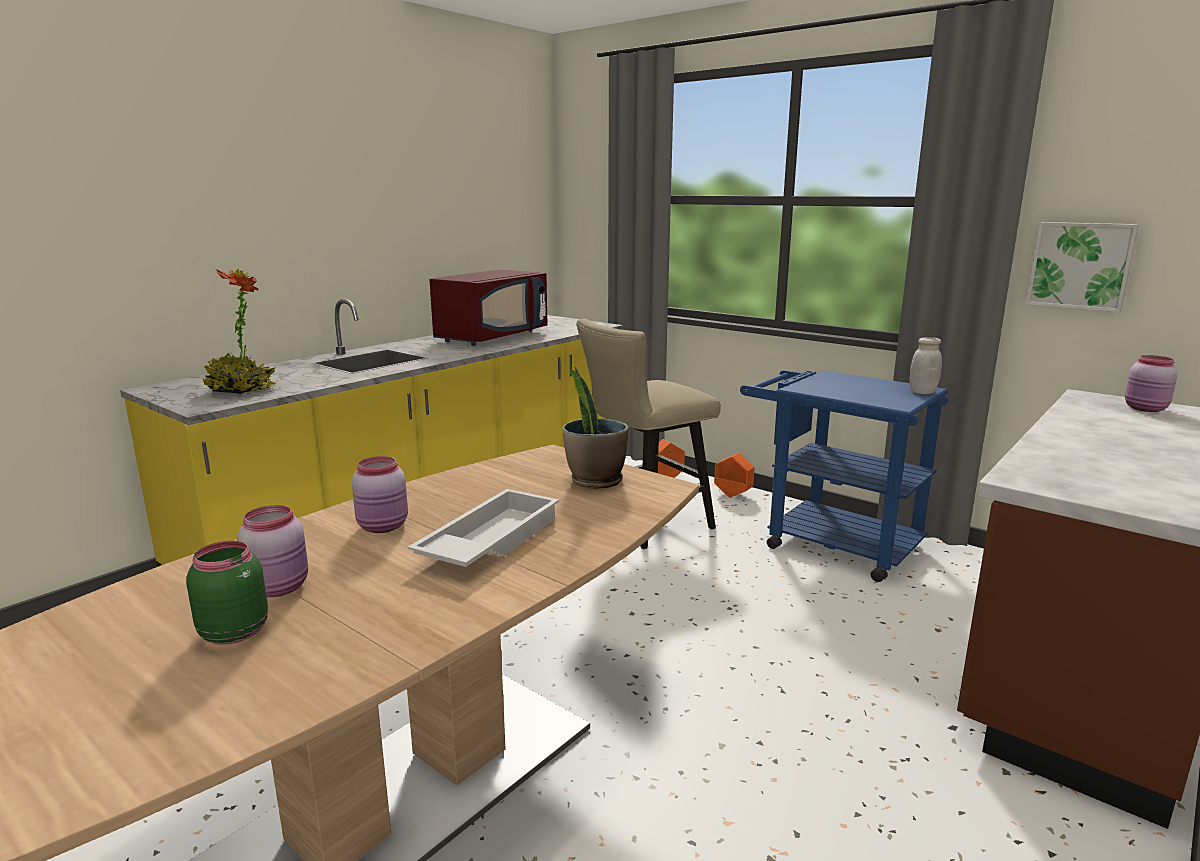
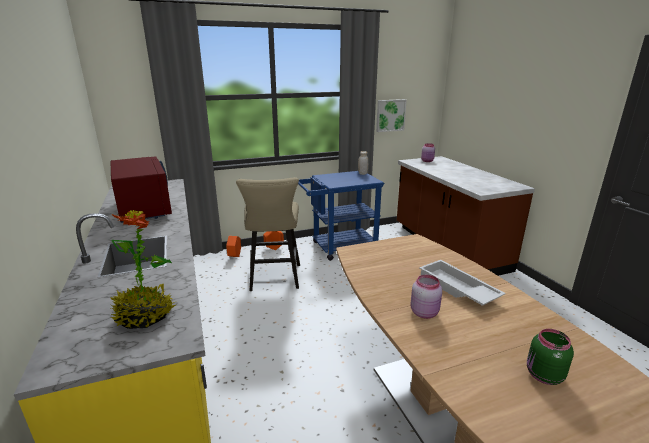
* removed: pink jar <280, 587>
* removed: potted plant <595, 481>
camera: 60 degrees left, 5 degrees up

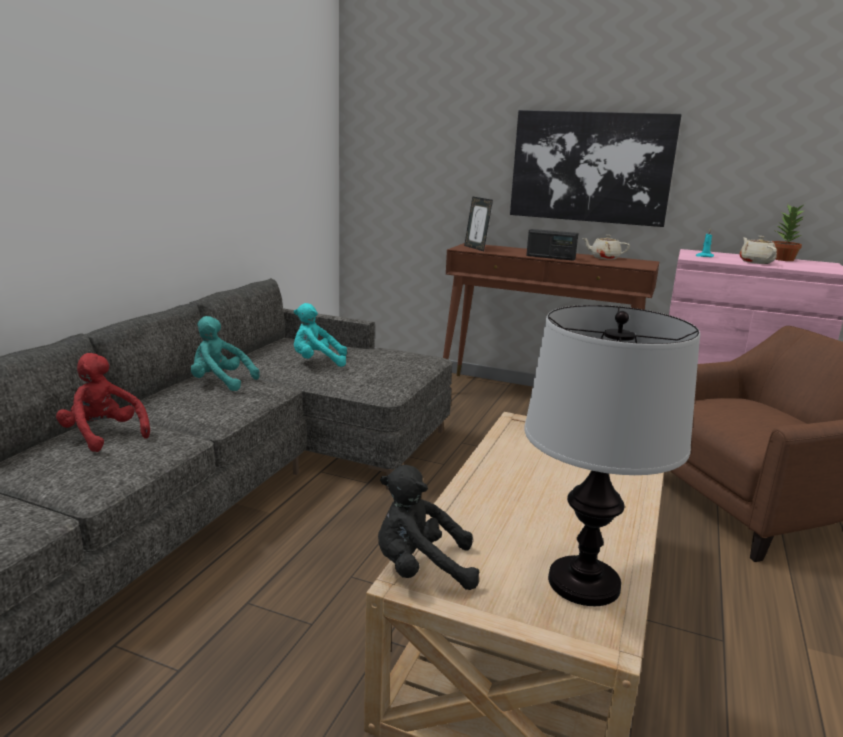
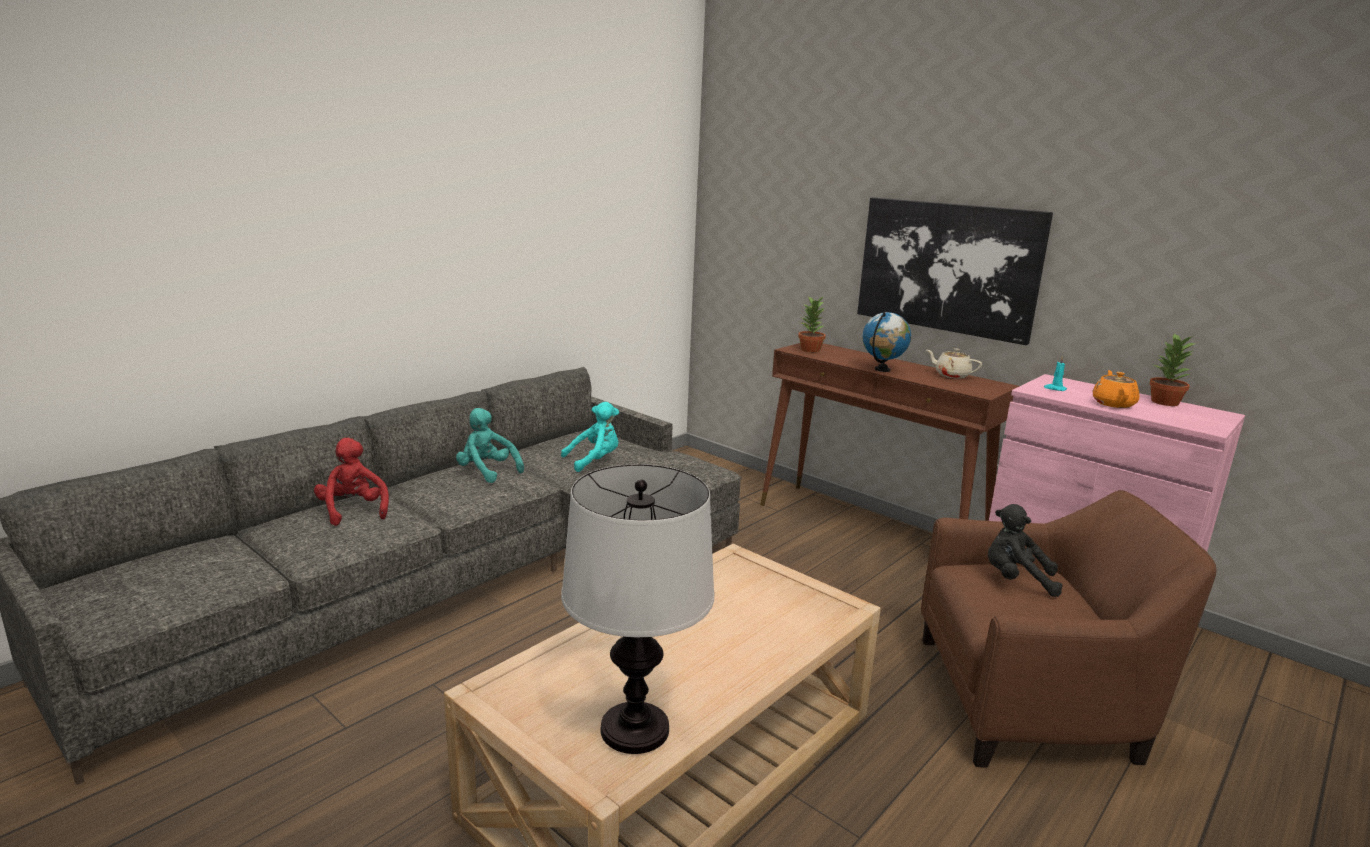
* turned: turquoise plush toy <317, 362> = <594, 461> 135 degrees clockwise
* moved: black plush toy <421, 569> to <1016, 580>
* replaced: picture frame <476, 248> to potted plant <810, 350>
* replaced: radio <550, 257> to globe <882, 370>
* recoloured: beige teapot <755, 262> to orange teapot <1113, 403>
camera: 20 degrees right, 0 degrees up

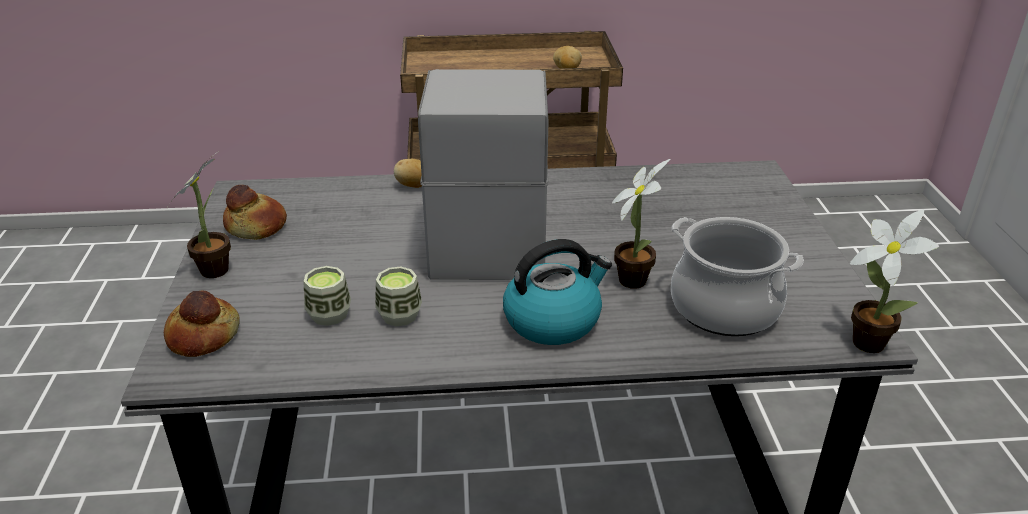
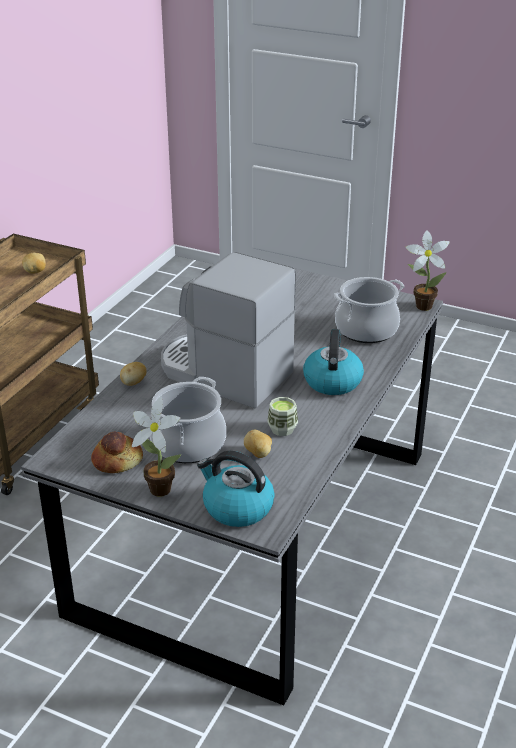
* replaced: bread <203, 335> to kettle <236, 507>
* replaced: cup <329, 315> to potato <258, 454>
* removed: potted plant <634, 277>
* added: cooking pot <188, 444>
camera: 60 degrees left, 0 degrees up

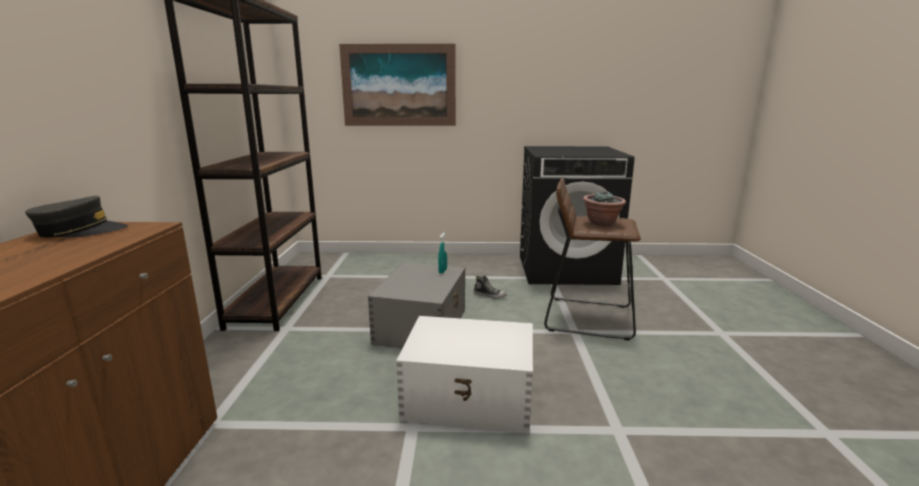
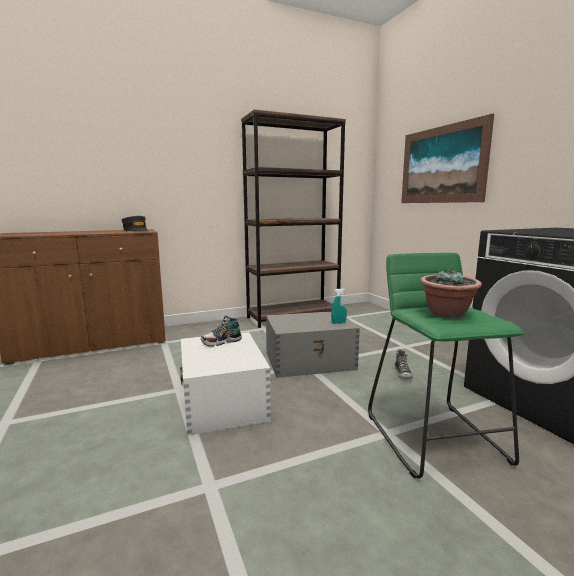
* recoloured: brown stool <588, 317> to green stool <436, 438>
* added: shoe <222, 342>
camera: 65 degrees right, 5 degrees down

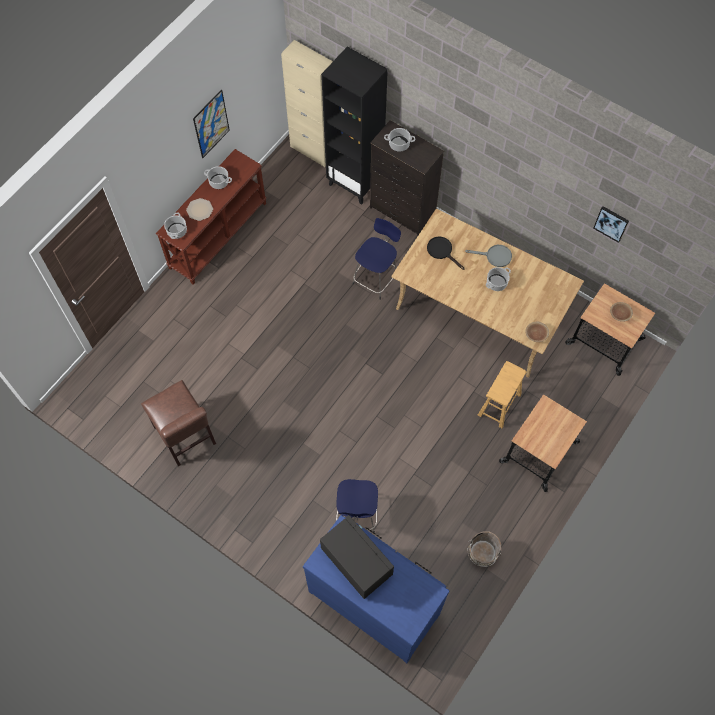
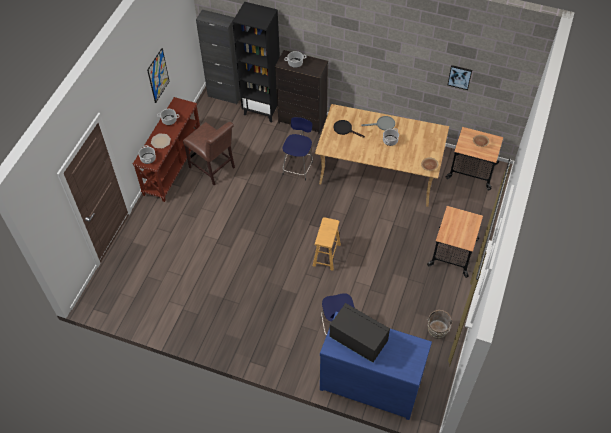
* moved: brown chair <186, 438> to <213, 169>
* recoloured: beige cabinet <313, 150> to black cabinet <225, 95>
* moved: brown stool <499, 405> to <326, 255>
camera: 15 degrees left, 10 degrees down

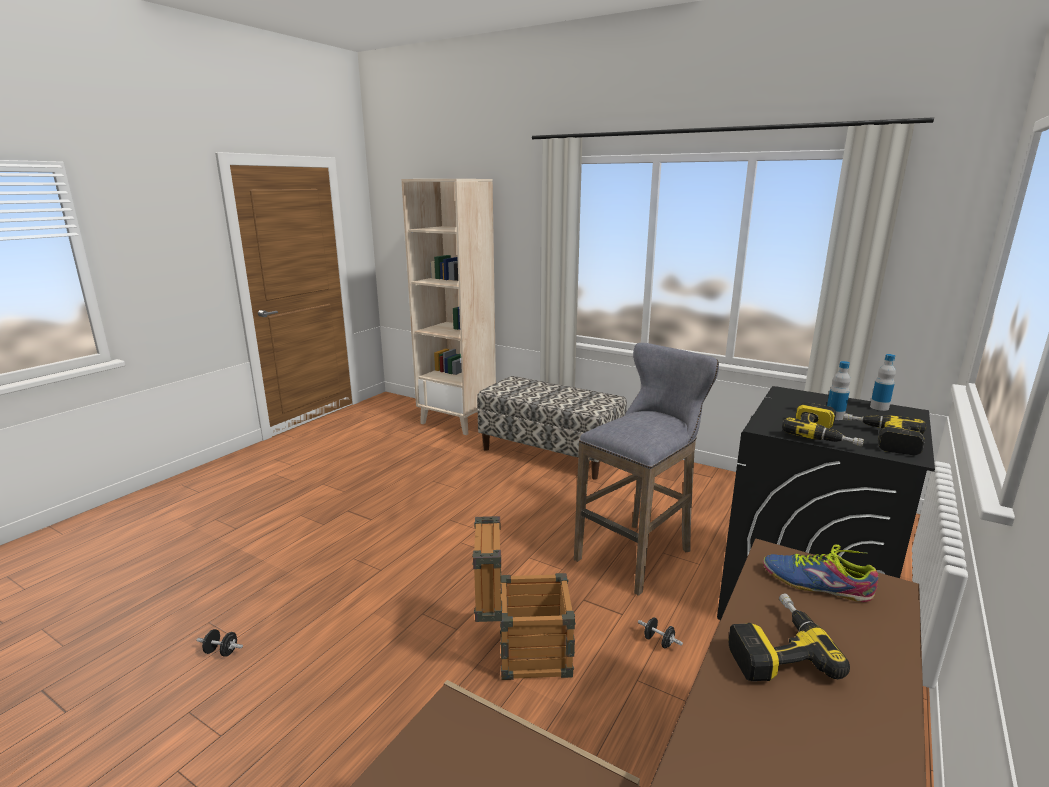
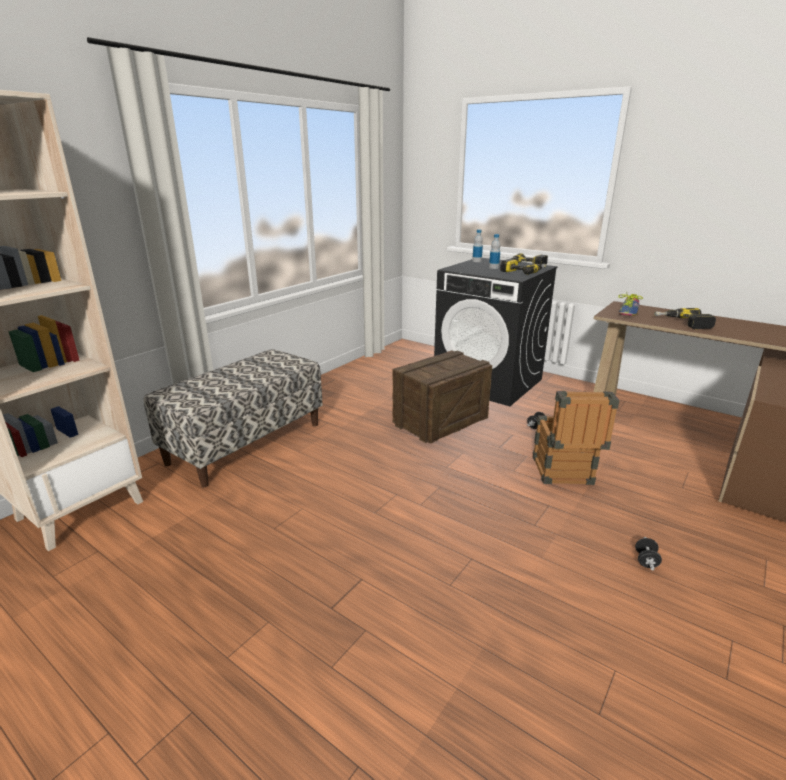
* moved: black dumbbell <221, 652> to <646, 561>
* replaced: grey stool <637, 553> to crate <440, 420>
camera: 85 degrees left, 5 degrees up

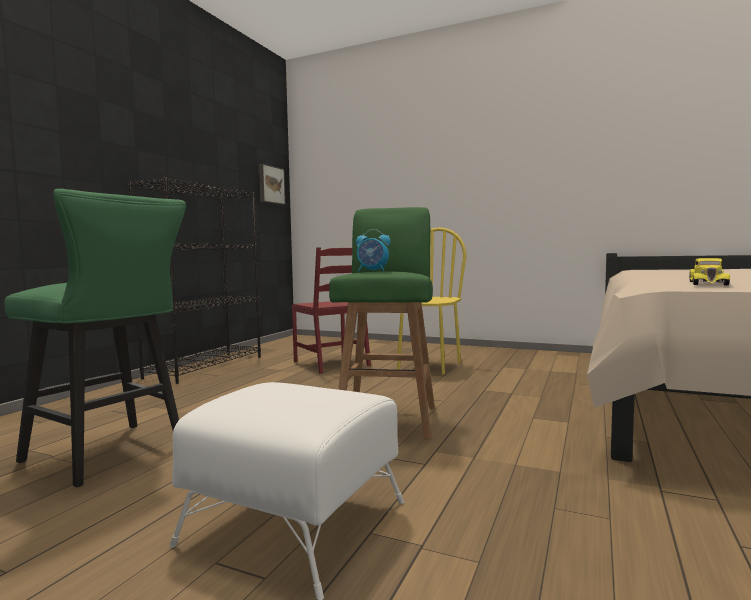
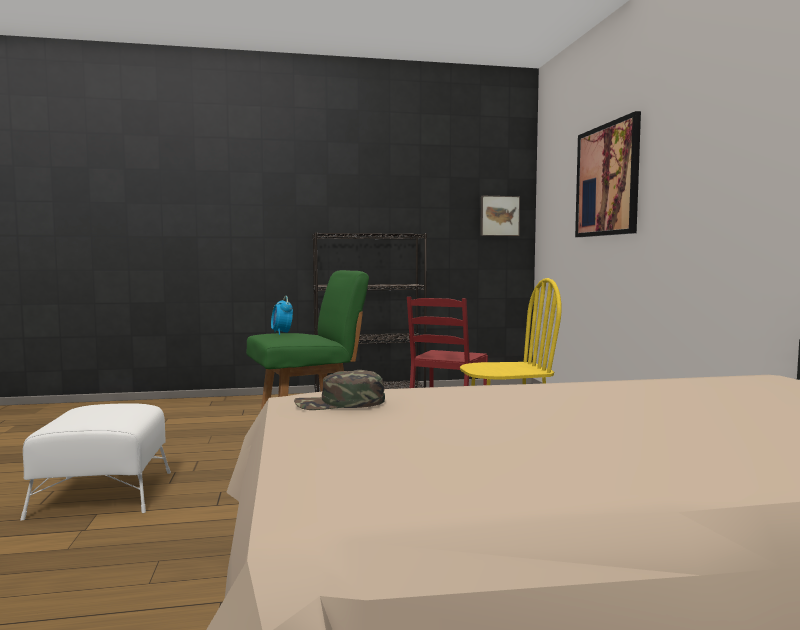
* removed: green stool <112, 455>
* replaced: yellow toy car <707, 283> to green cap <340, 403>
* added: picture <607, 180>
camera: 55 degrees right, 0 degrees up

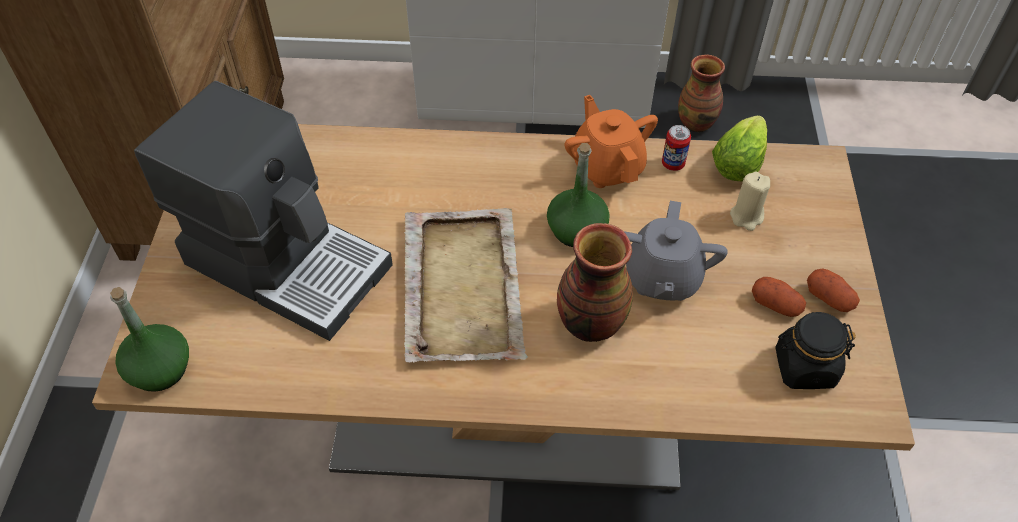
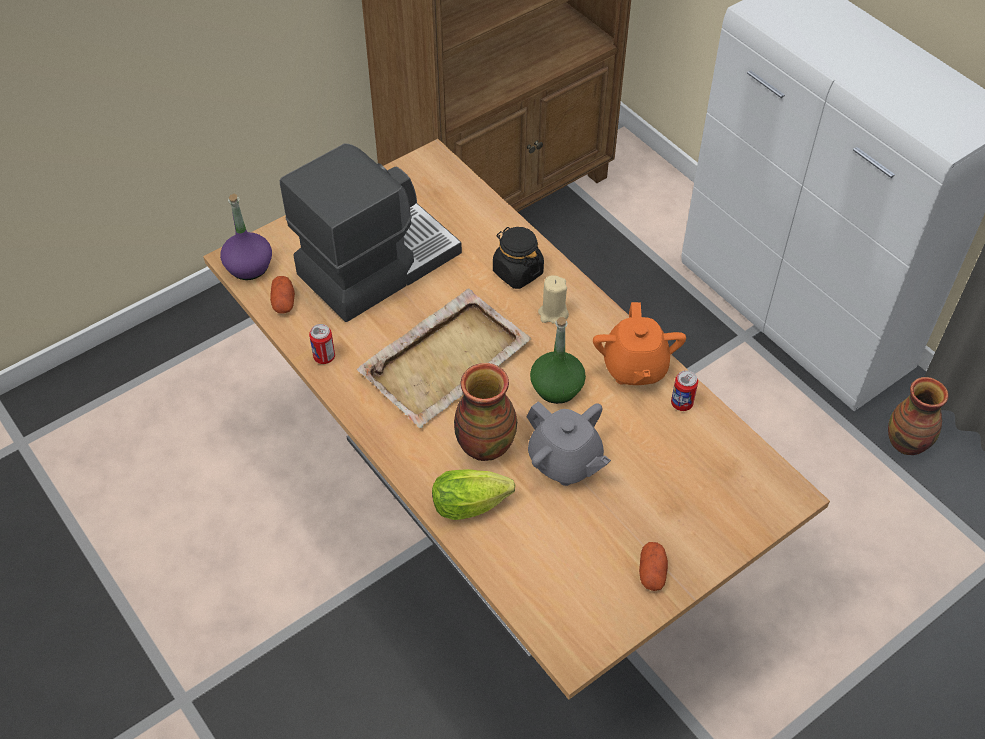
* recoloured: green bottle <160, 369> to purple bottle <249, 267>
* turned: coffee machine <288, 261> = <376, 263> 120 degrees counterclockwise
* turned: orange teapot <607, 167> = <634, 367> 150 degrees clockwise
* turned: grey teapot <662, 278> = <565, 461> 105 degrees counterclockwise
* moved: lettuce <739, 161> to <474, 504>
* moved: beige candle <746, 216> to <553, 313>
* moved: potato <775, 304> to <283, 302>
* moved: black jar <804, 367> to <517, 272>
* added: can <324, 357>
camera: 50 degrees right, 0 degrees up

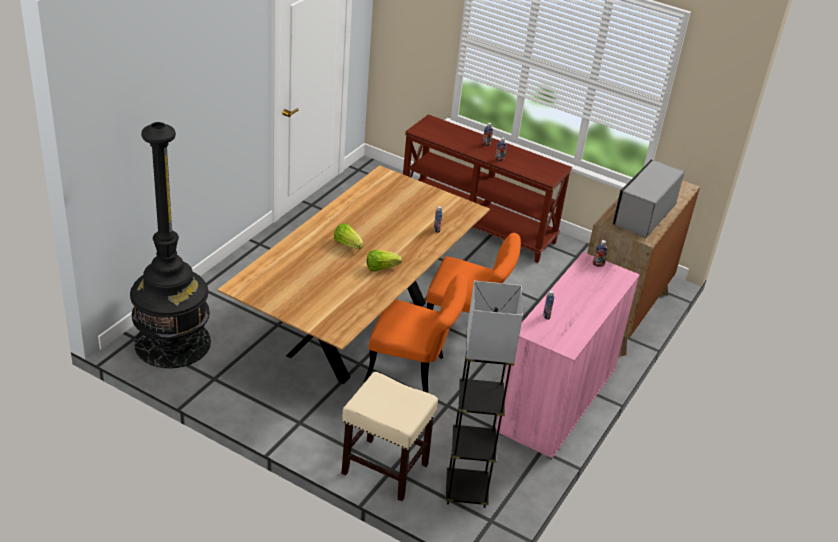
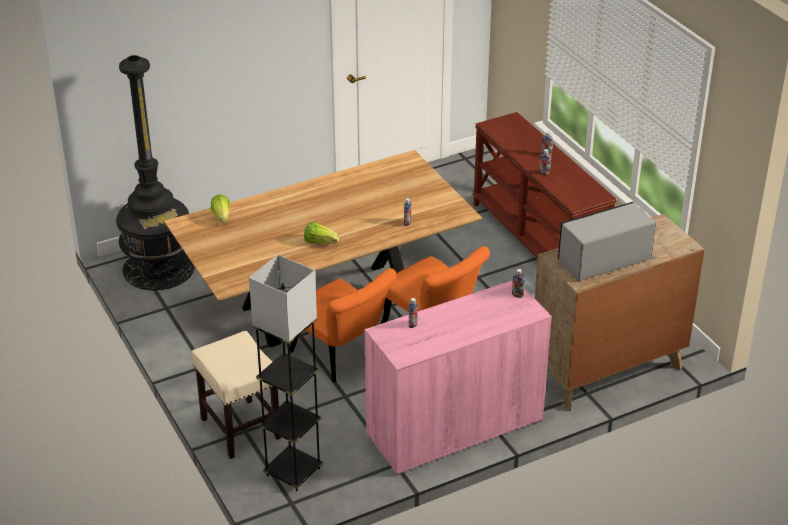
* moved: lettuce <348, 244> to <222, 216>
camera: 35 degrees right, 0 degrees up

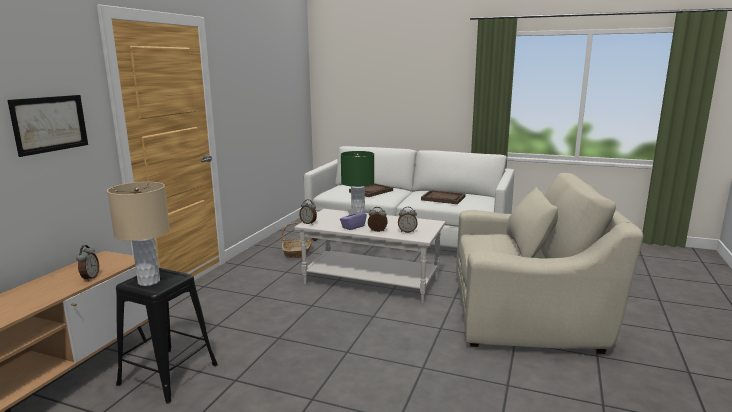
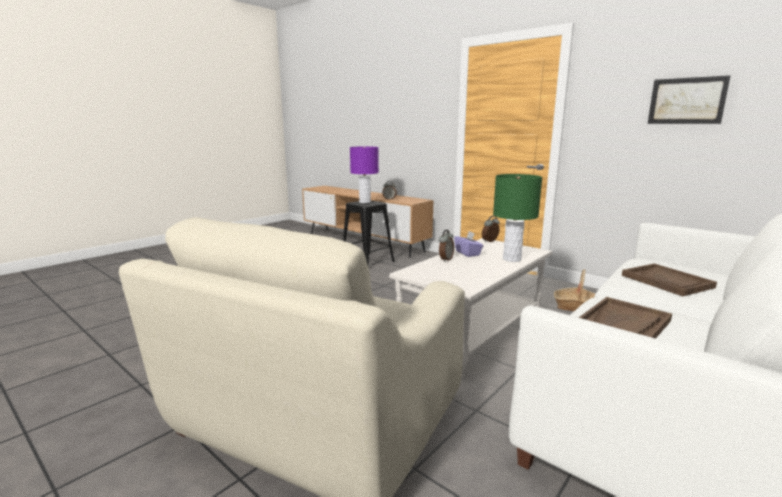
* moved: picture <50, 124> to <686, 101>
* recoloured: beige table lamp <149, 281> to purple table lamp <364, 202>
* removed: alarm clock <407, 231>
camera: 110 degrees right, 0 degrees up

